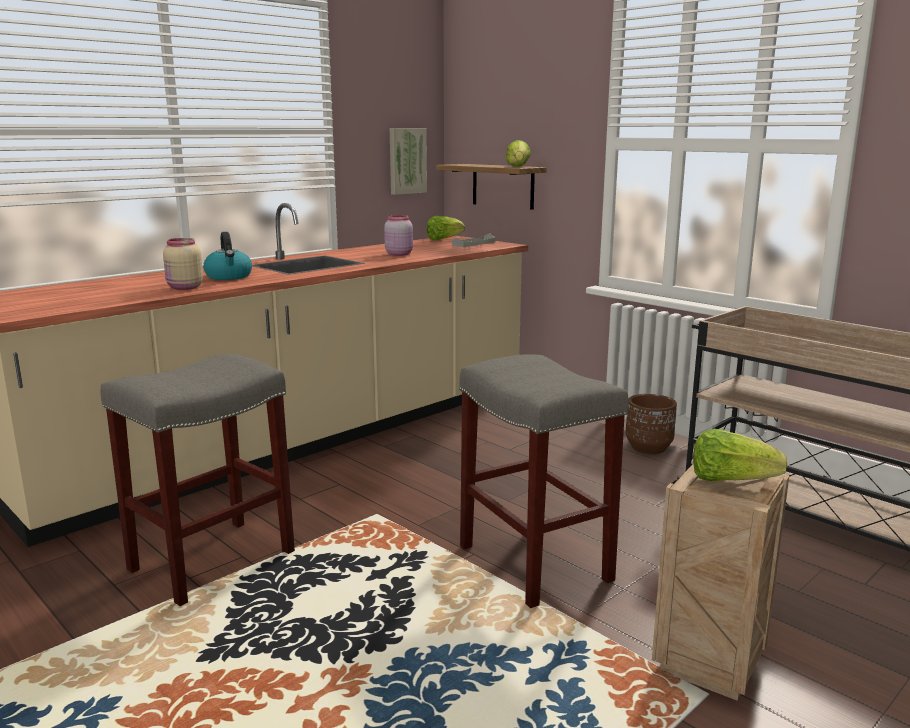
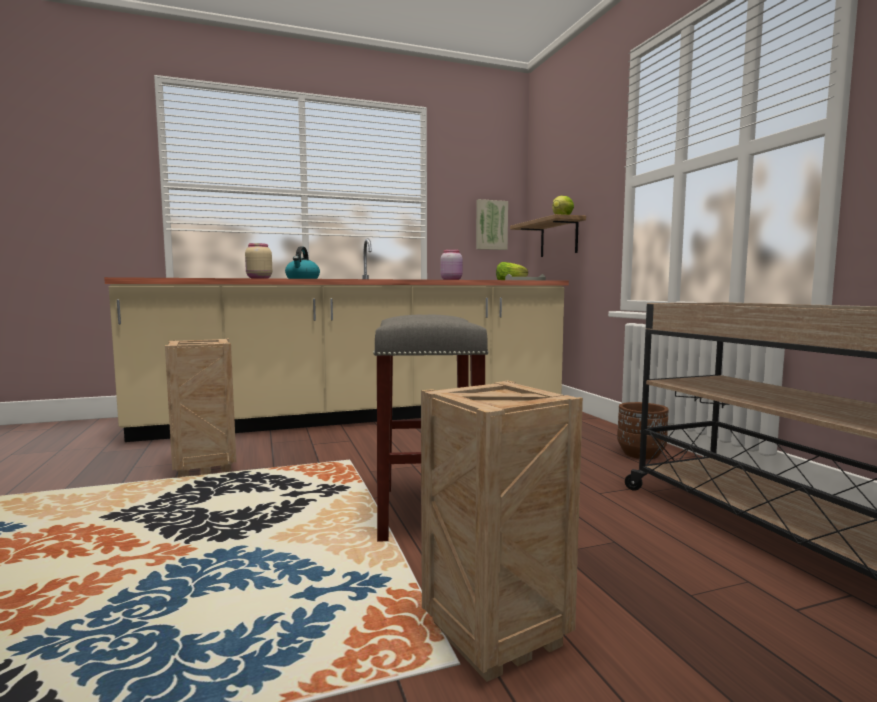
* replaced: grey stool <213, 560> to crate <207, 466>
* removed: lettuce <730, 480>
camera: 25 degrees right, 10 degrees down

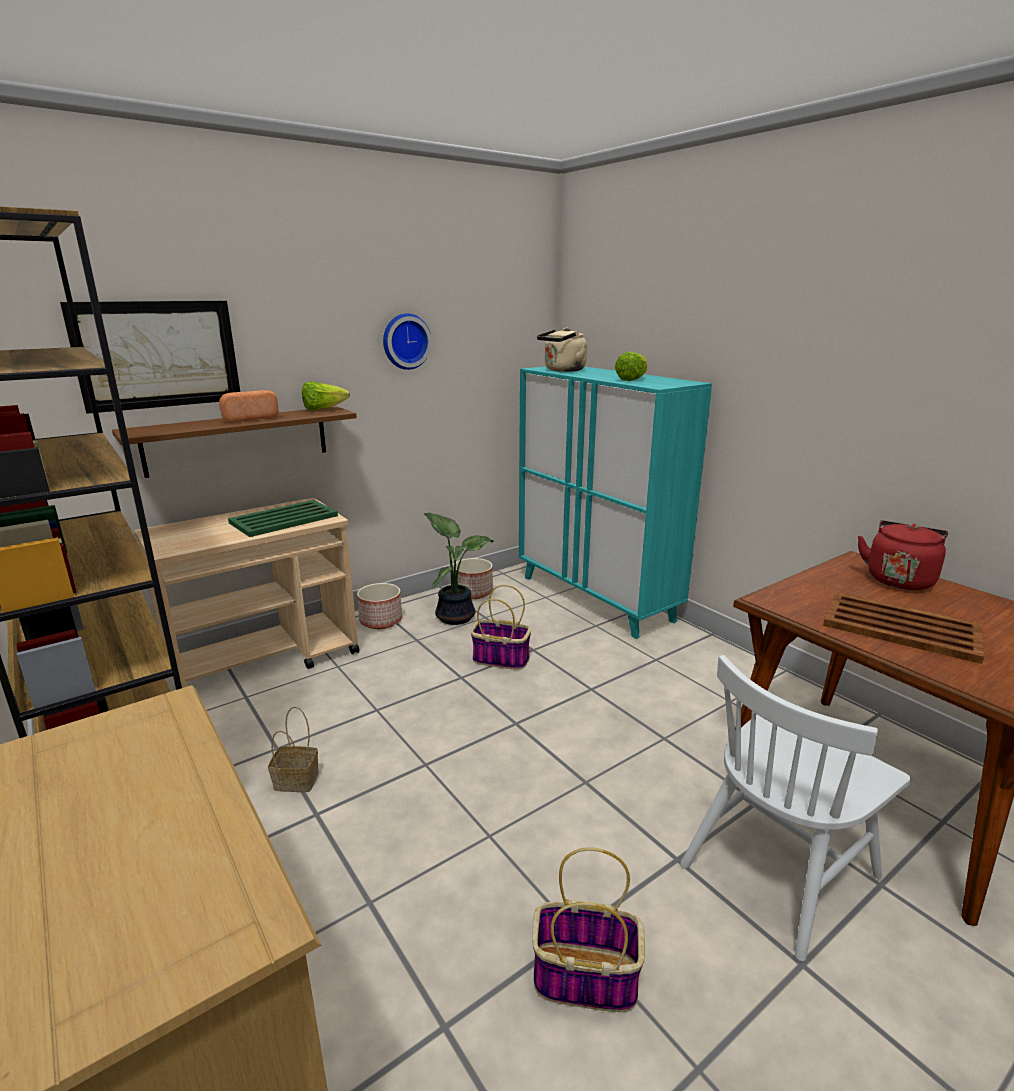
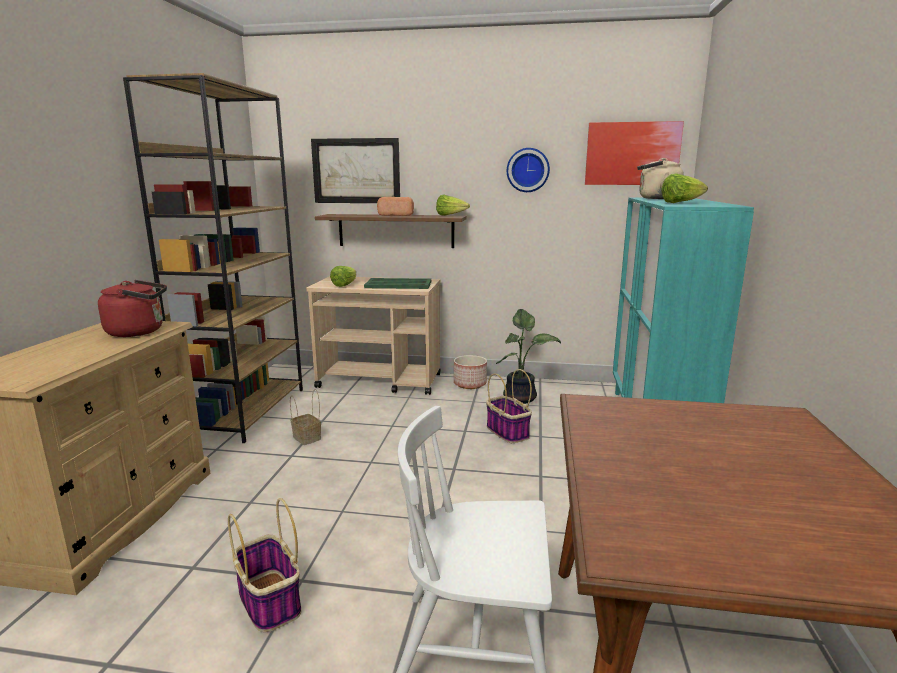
* removed: planter <474, 592>
* removed: brown tray <899, 627>
* moved: red kettle <899, 579> to <139, 332>
* added: lettuce <345, 285>
* added: picture <632, 154>
camera: 45 degrees right, 5 degrees down

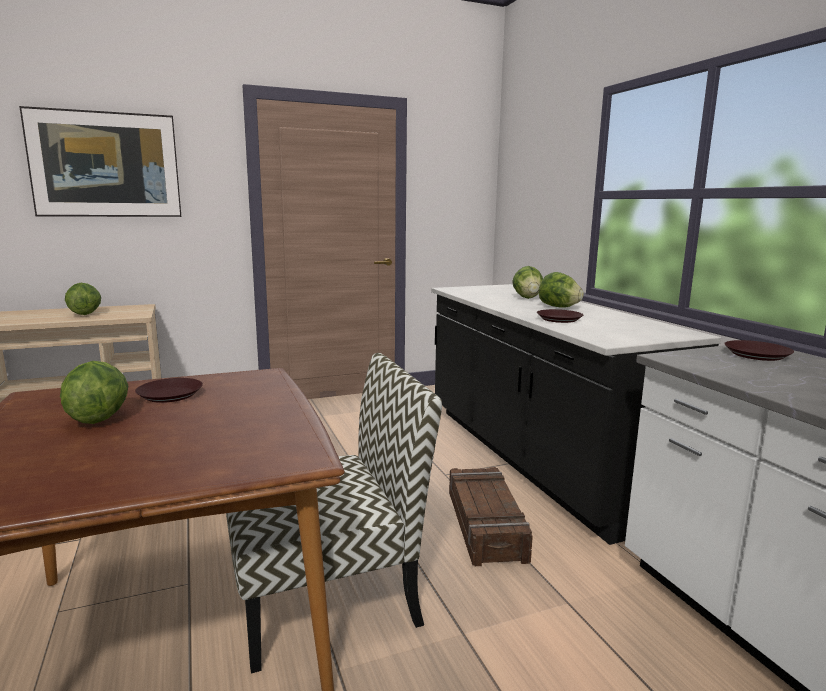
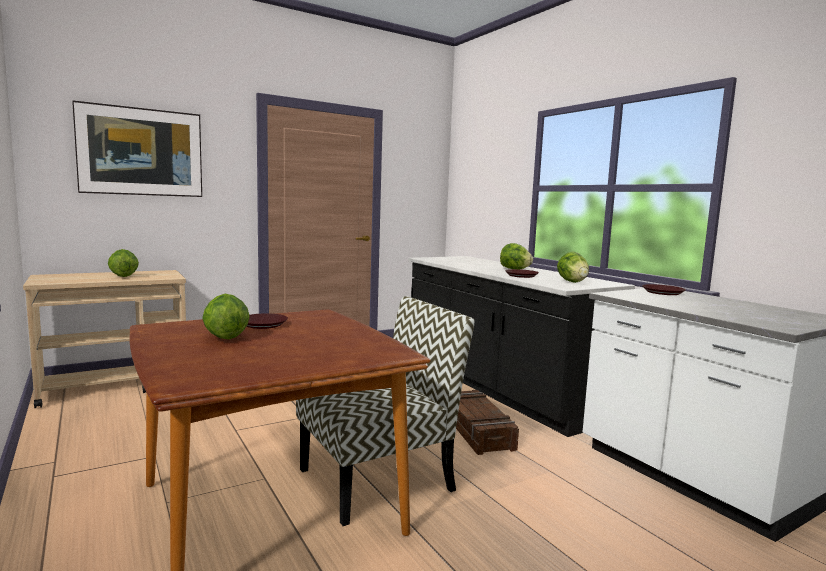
* moved: lettuce <527, 298> to <572, 282>
camera: 10 degrees left, 5 degrees down

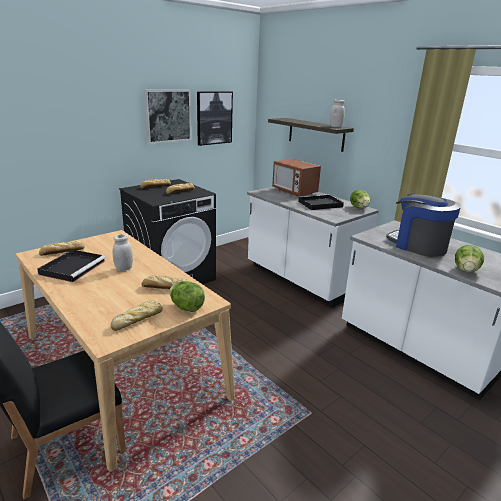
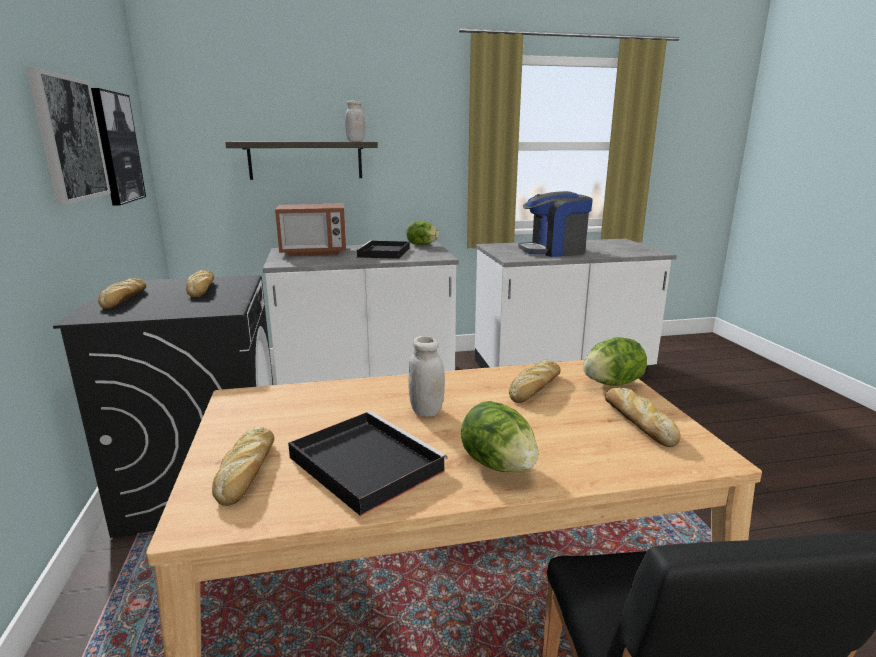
* moved: lettuce <466, 270> to <498, 465>
camera: 60 degrees left, 5 degrees down

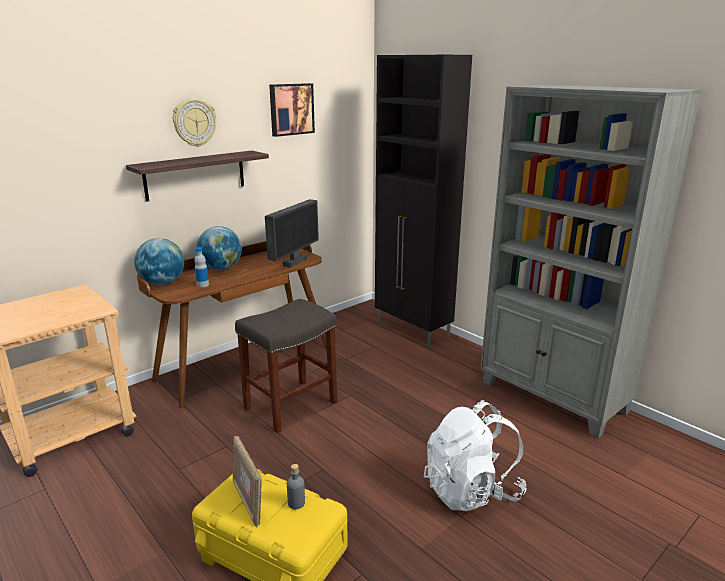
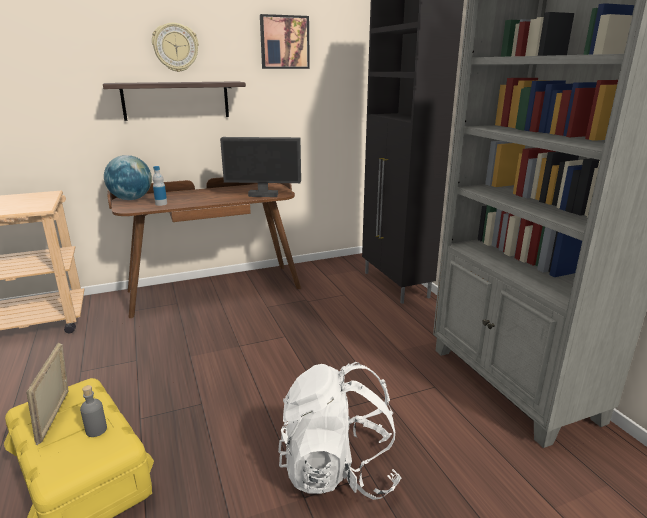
* removed: globe <221, 269>
* removed: grey stool <290, 406>
* turned: monitor <294, 262> = <263, 195> 45 degrees clockwise
camera: 20 degrees right, 0 degrees up

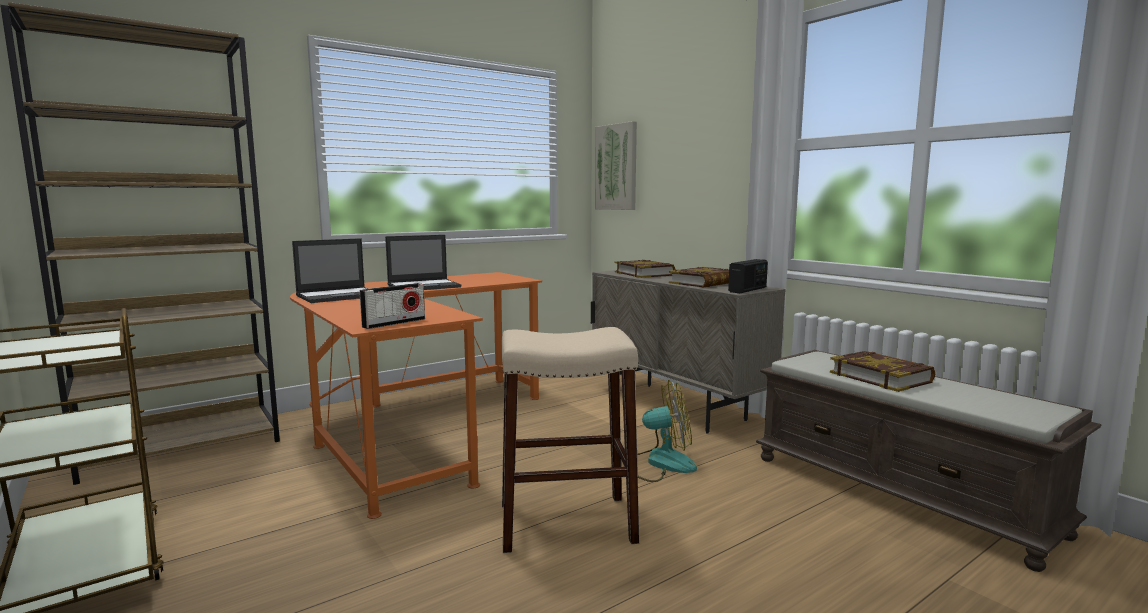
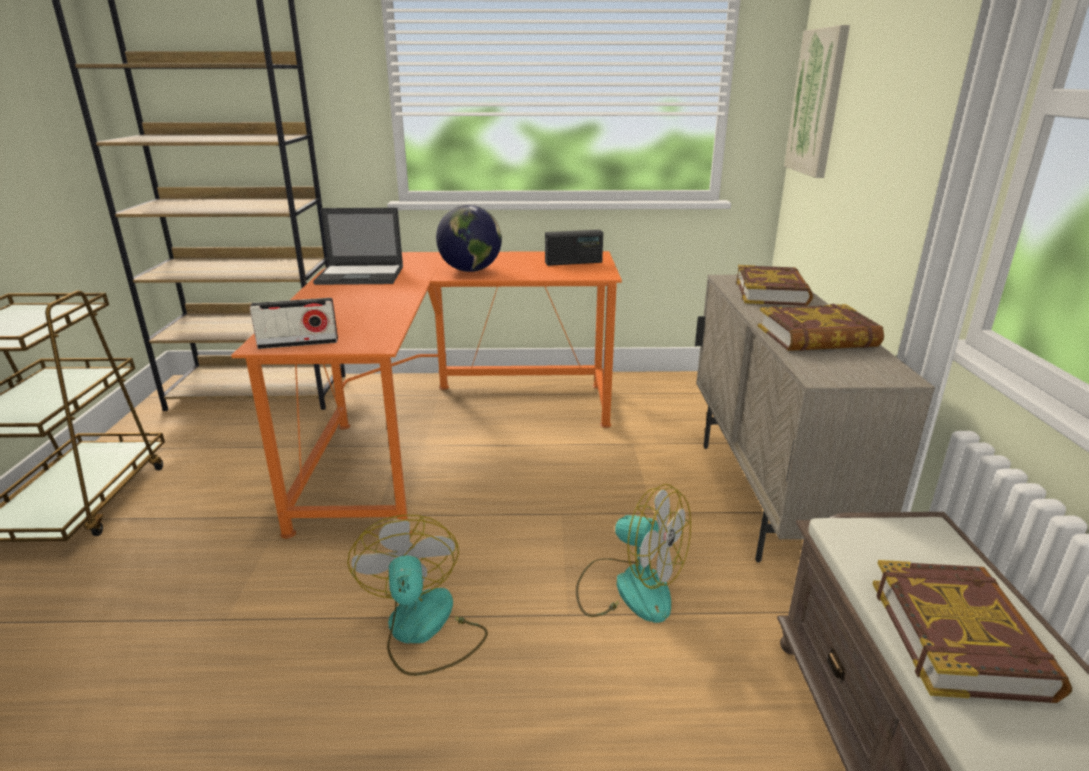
* replaced: laptop <425, 286> to globe <471, 270>
* replaced: beige stool <566, 523> to fan <423, 630>
* moved: radio <748, 290> to <573, 262>
camera: 35 degrees right, 15 degrees up

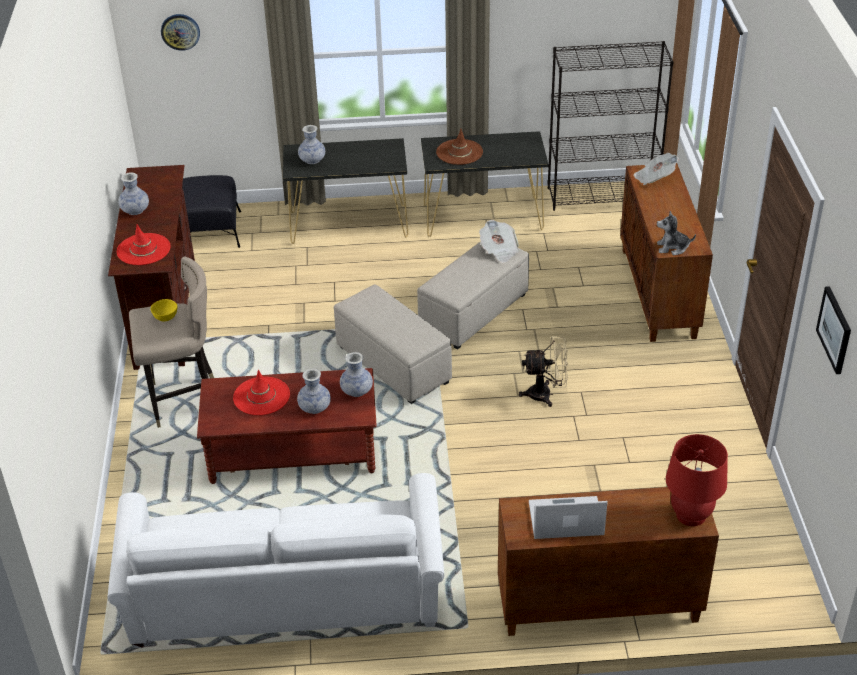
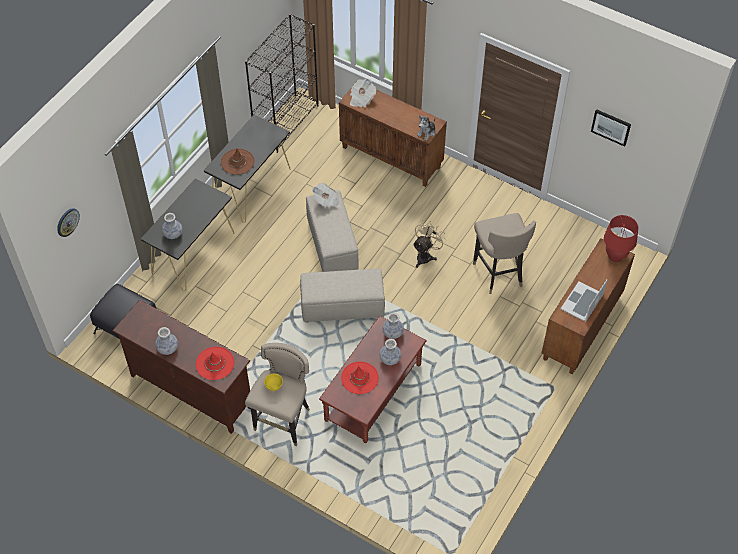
* removed: white sofa <285, 602>
* added: beige stool <498, 273>
camera: 55 degrees left, 15 degrees up

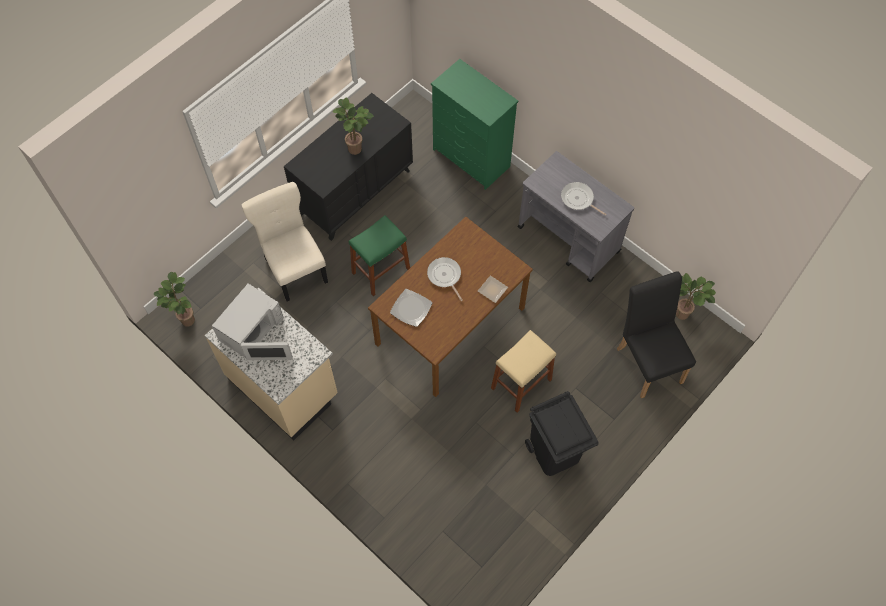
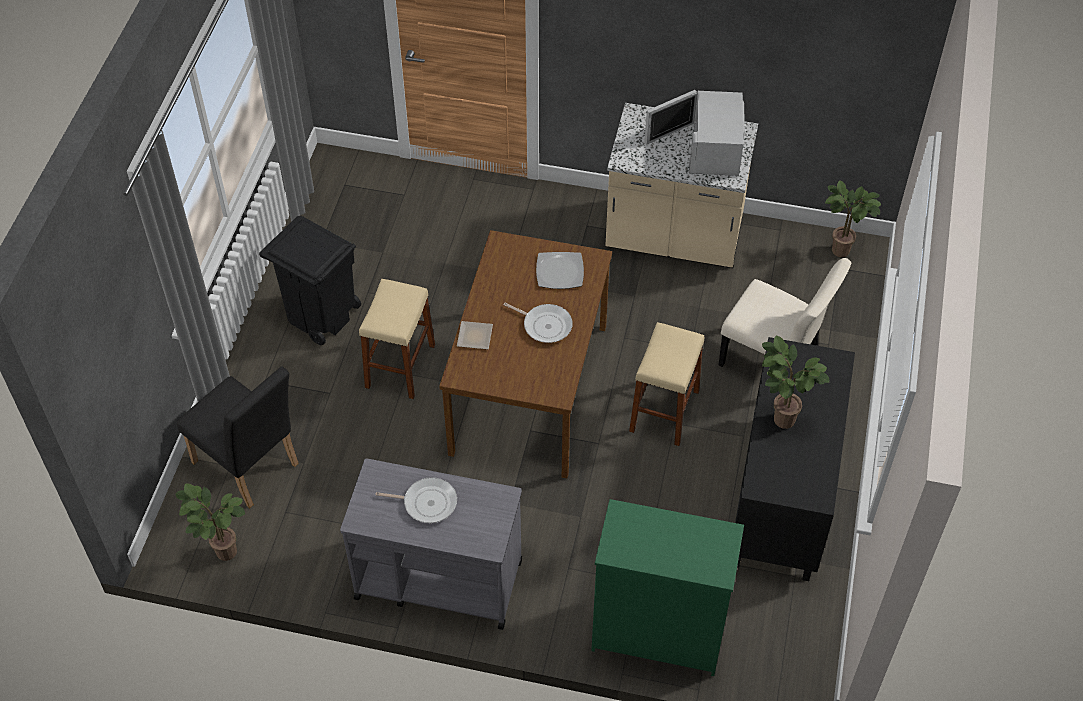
* recoloured: green stool <381, 271> to beige stool <664, 411>
camera: 150 degrees right, 10 degrees down

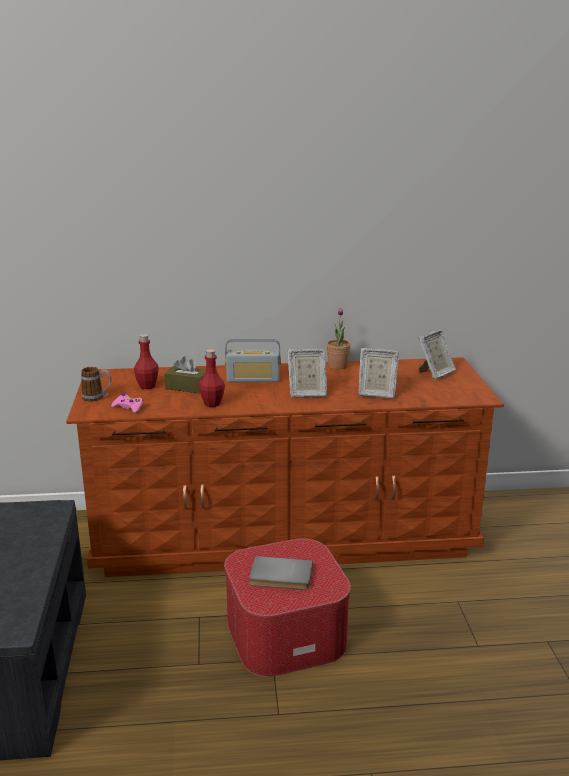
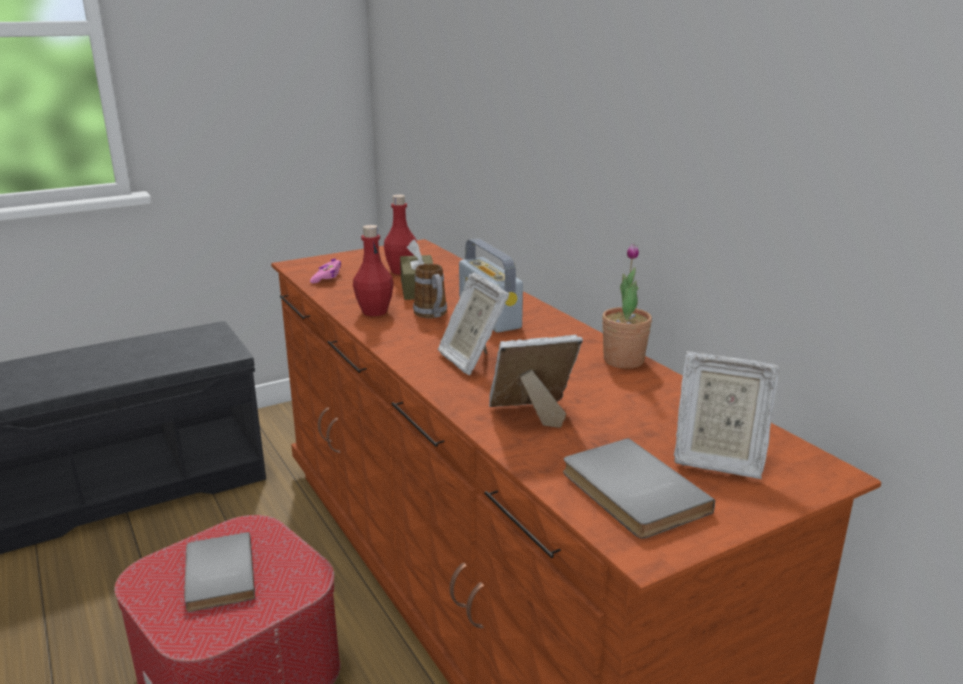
* moved: mug <97, 397> to <432, 315>
* turned: picture frame <376, 393> = <532, 415> 90 degrees clockwise
* added: grey book <629, 492>
camera: 65 degrees right, 0 degrees up

